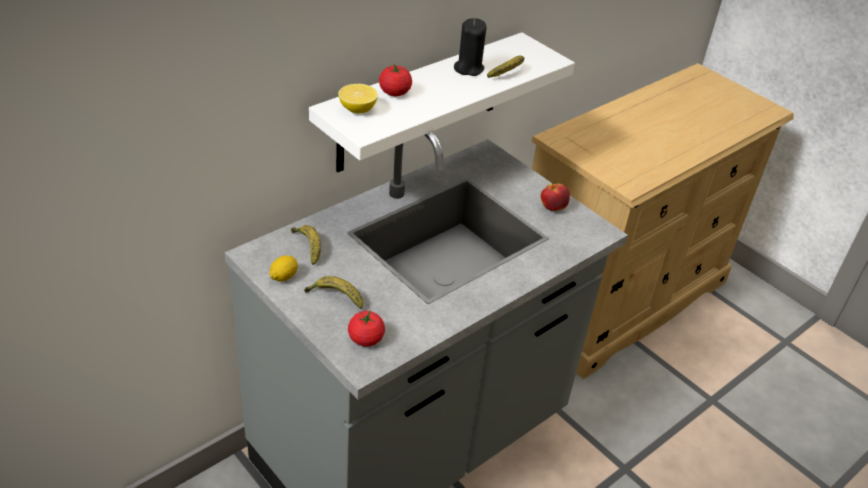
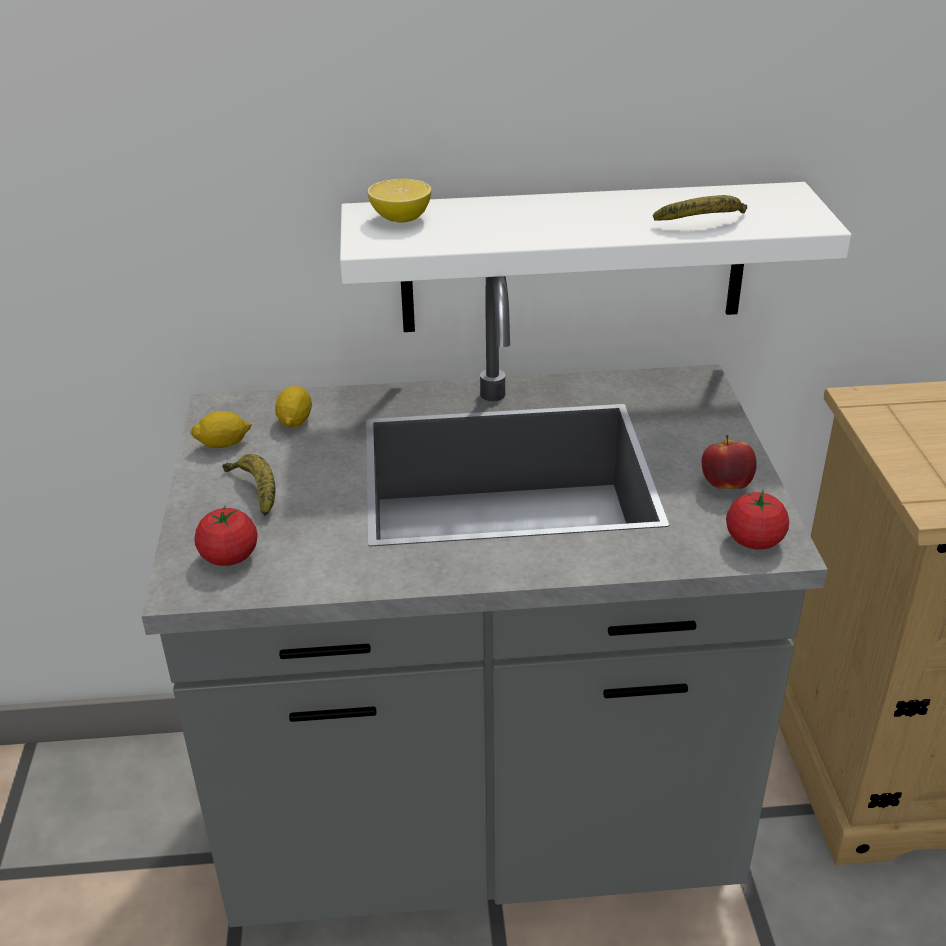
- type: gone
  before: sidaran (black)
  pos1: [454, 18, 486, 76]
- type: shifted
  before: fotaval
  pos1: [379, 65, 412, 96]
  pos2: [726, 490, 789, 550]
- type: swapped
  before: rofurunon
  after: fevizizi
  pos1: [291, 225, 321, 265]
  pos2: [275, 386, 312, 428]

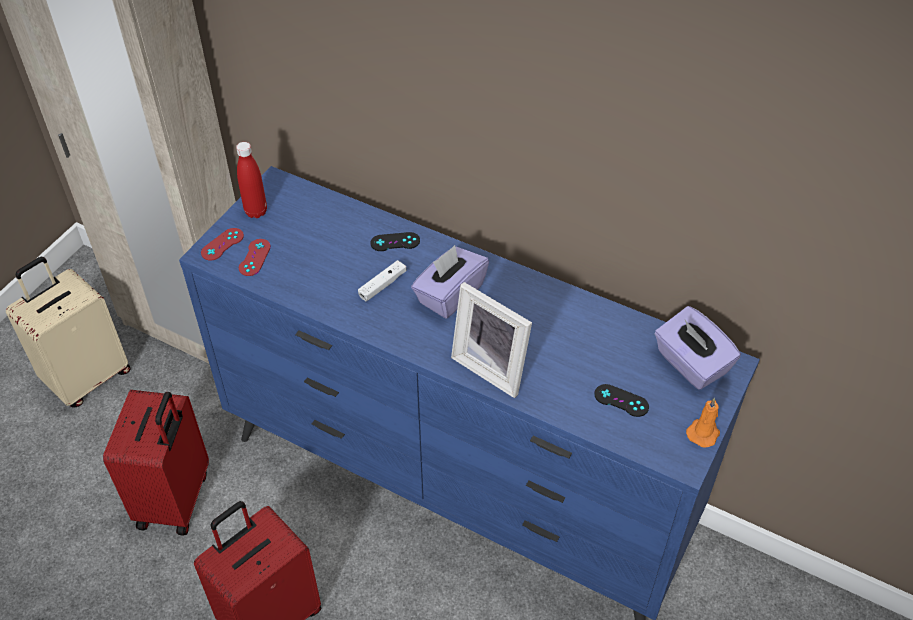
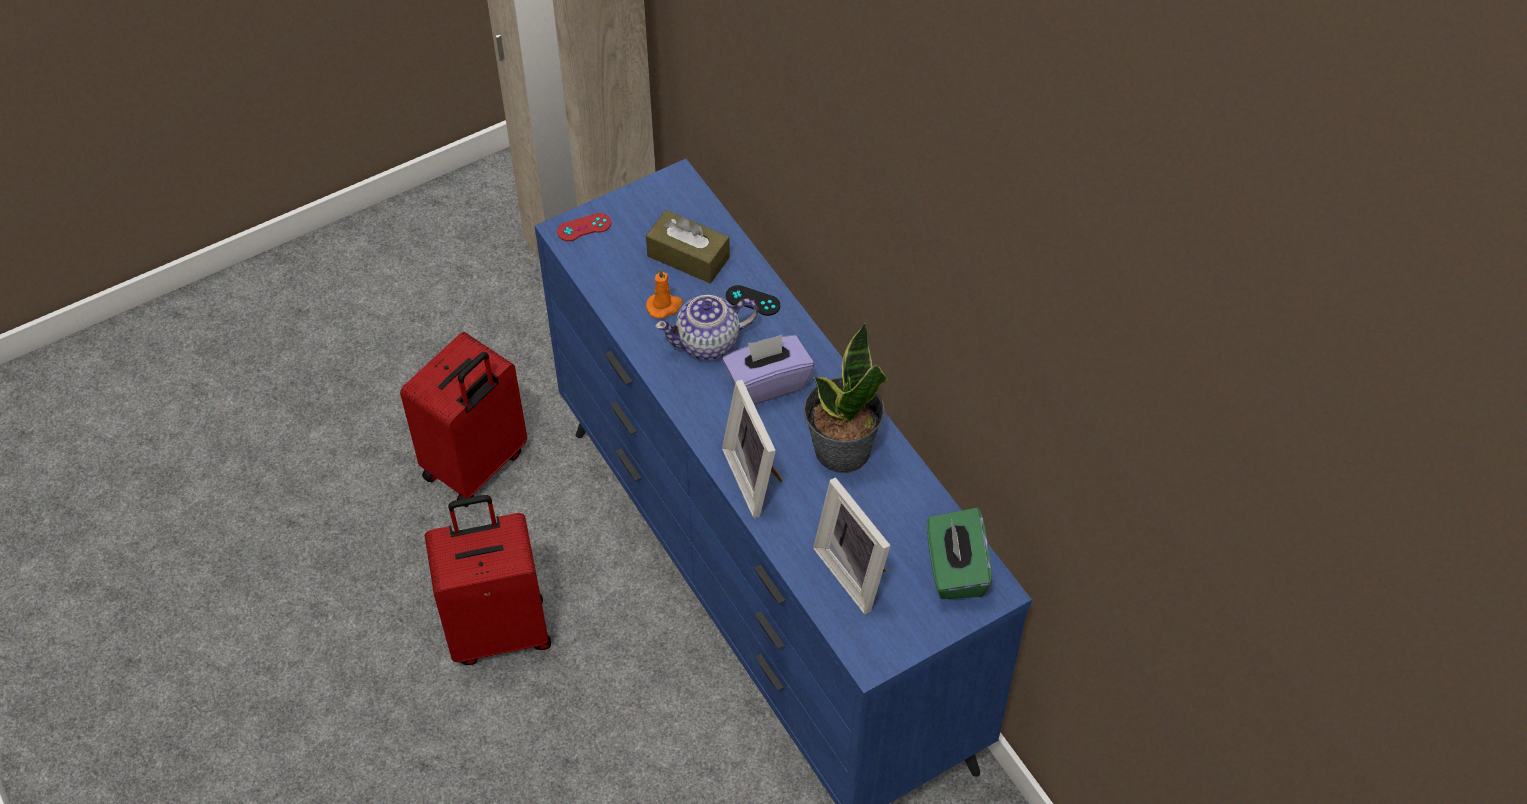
- type: gone
  before: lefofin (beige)
  pos1: [6, 257, 130, 408]
- type: gone
  before: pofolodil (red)
  pos1: [236, 142, 267, 218]
- type: gone
  before: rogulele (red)
  pos1: [239, 239, 271, 276]
- type: new
  after: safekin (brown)
  pos2: [646, 210, 730, 283]
- type: new
  after: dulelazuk
  pos2: [804, 322, 888, 473]
- type: shifted
  before: sidaran (orange)
  pos1: [686, 398, 720, 448]
  pos2: [646, 268, 683, 319]
- type: swapped
  before: rogulele (white)
  after: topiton
  pos1: [358, 260, 407, 302]
  pos2: [655, 295, 758, 360]
- type: swapped
  before: rogulele (black)
  after: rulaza
  pos1: [594, 384, 649, 417]
  pos2: [813, 477, 890, 615]
- type: repainted
  before: safekin (purple)
  after: safekin (green)
  pos1: [654, 306, 741, 390]
  pos2: [927, 508, 992, 599]

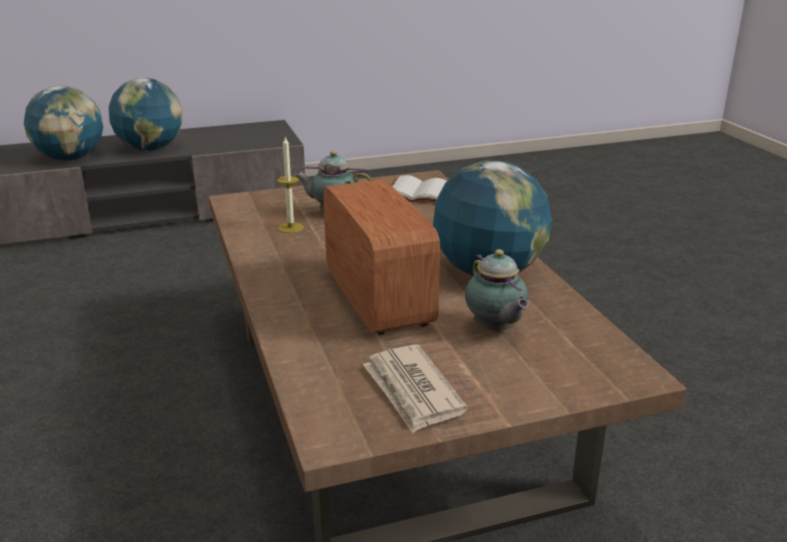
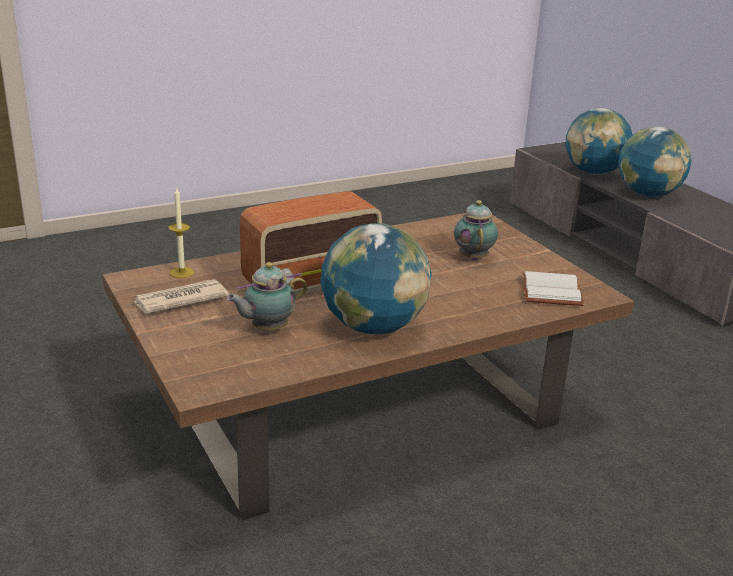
- type: shifted
  before: sidaran
  pos1: [277, 137, 304, 233]
  pos2: [168, 187, 194, 278]

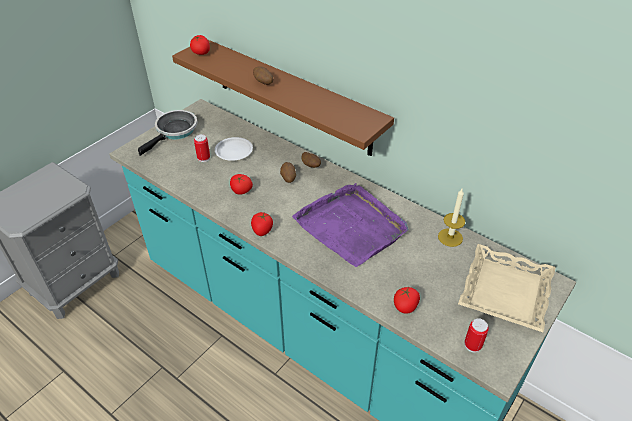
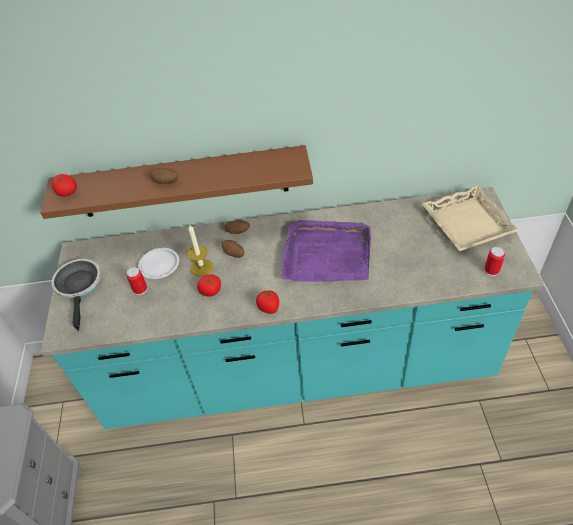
- type: gone
  before: fotaval
  pos1: [394, 287, 420, 314]
- type: shifted
  before: sidaran
  pos1: [438, 189, 465, 247]
  pos2: [188, 225, 213, 277]

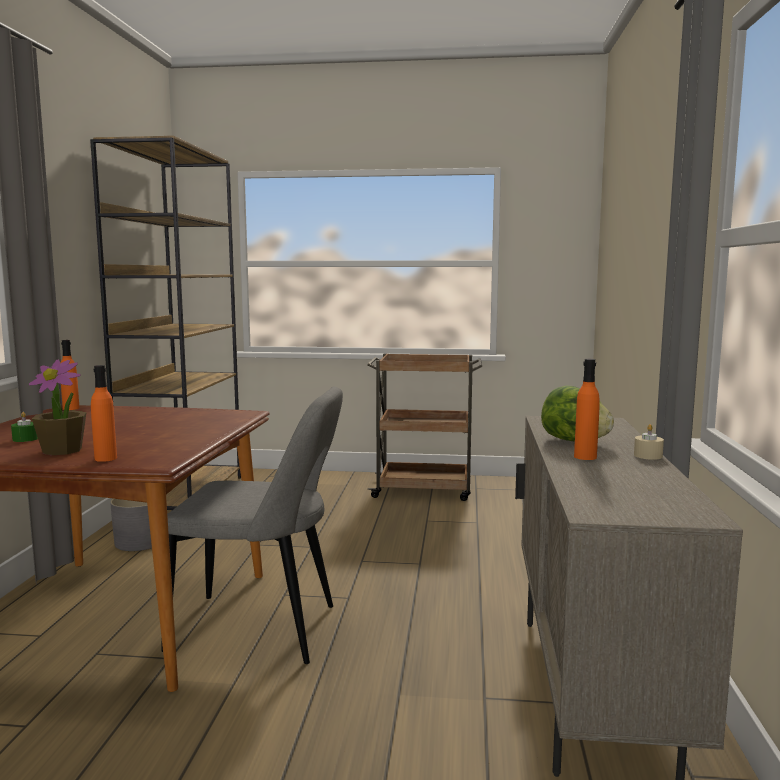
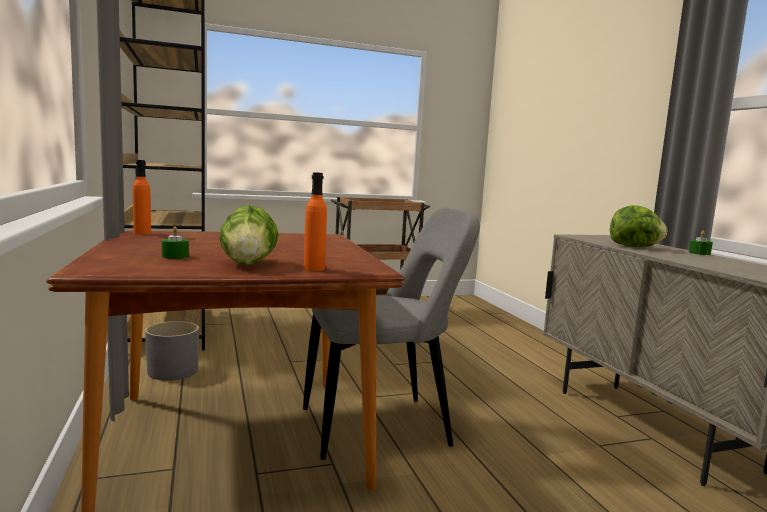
- type: gone
  before: pofolodil (orange)
  pos1: [574, 359, 600, 460]
- type: swapped
  before: dulelazuk
  after: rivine
  pos1: [29, 359, 87, 455]
  pos2: [219, 205, 279, 265]
- type: repainted
  before: sidaran (beige)
  after: sidaran (green)
  pos1: [634, 424, 664, 460]
  pos2: [689, 231, 713, 255]

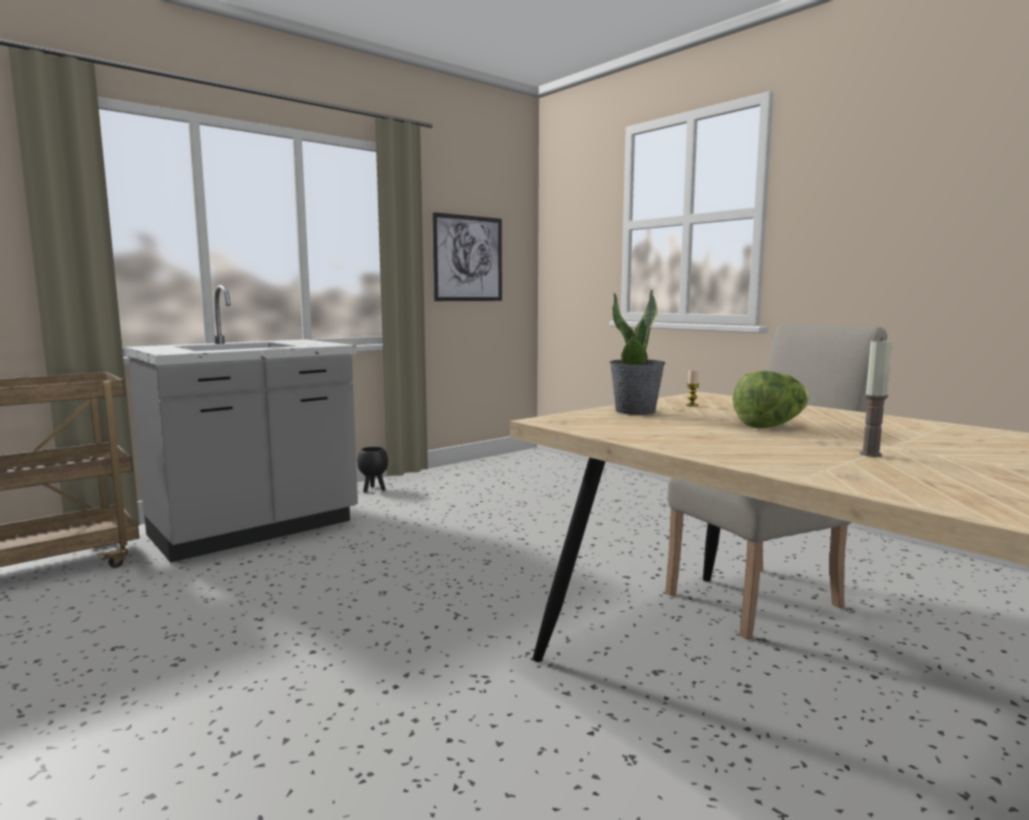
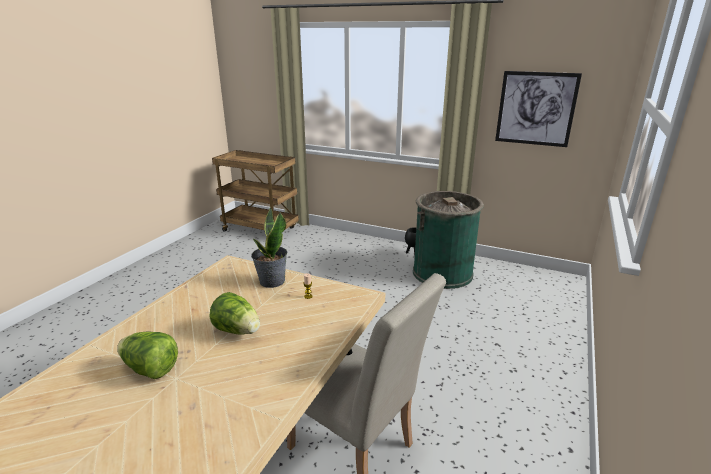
- type: gone
  before: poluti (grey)
  pos1: [125, 285, 358, 563]
- type: new
  after: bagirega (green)
  pos2: [413, 191, 484, 289]
- type: swapped
  before: sidaran
  after: rivine
  pos1: [860, 337, 892, 457]
  pos2: [117, 331, 178, 379]

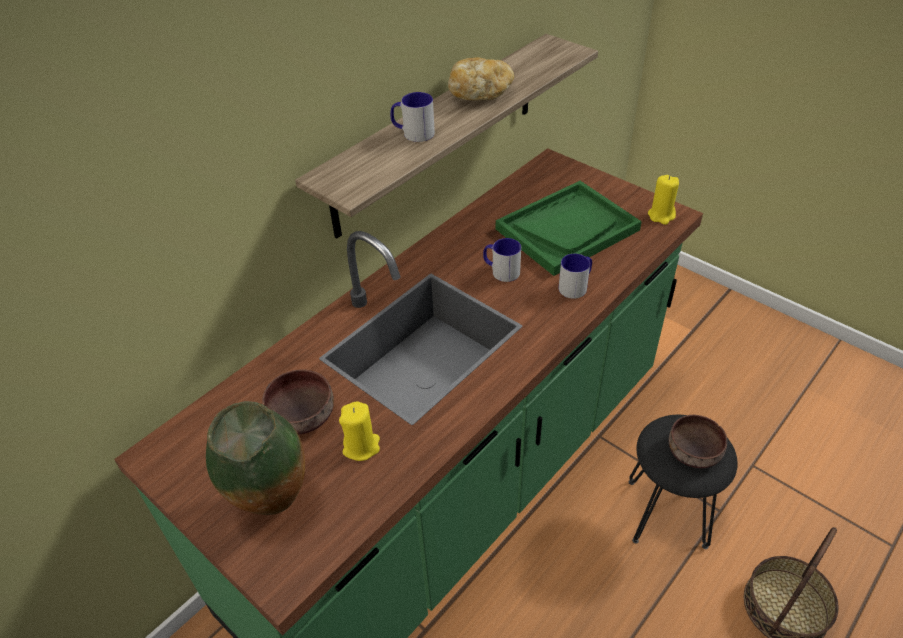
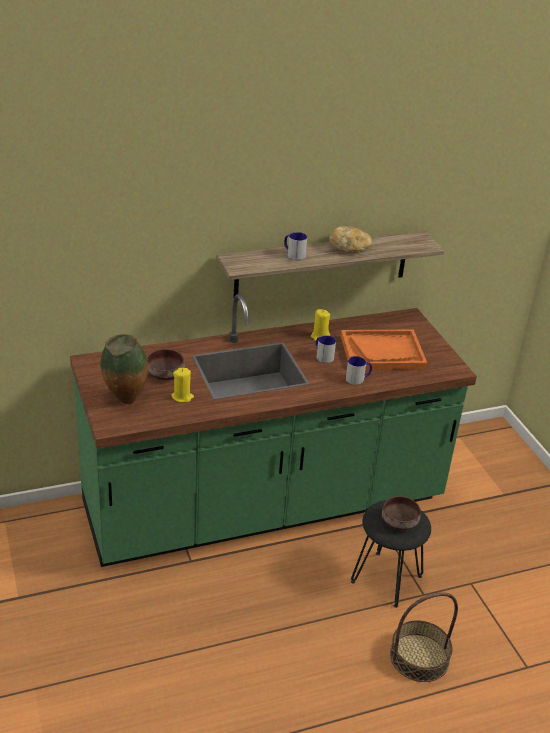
- type: shifted
  before: sidaran (yellow)
  pos1: [648, 175, 679, 225]
  pos2: [311, 309, 330, 341]
- type: repainted
  before: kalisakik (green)
  after: kalisakik (orange)
  pos1: [496, 181, 642, 276]
  pos2: [341, 330, 427, 370]

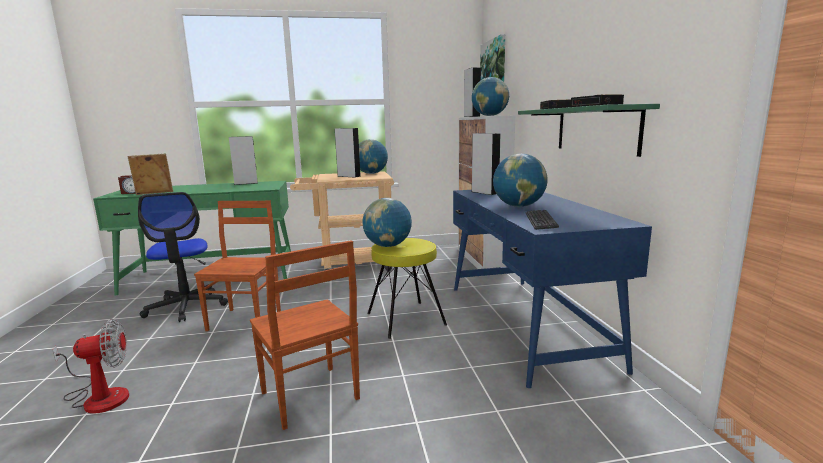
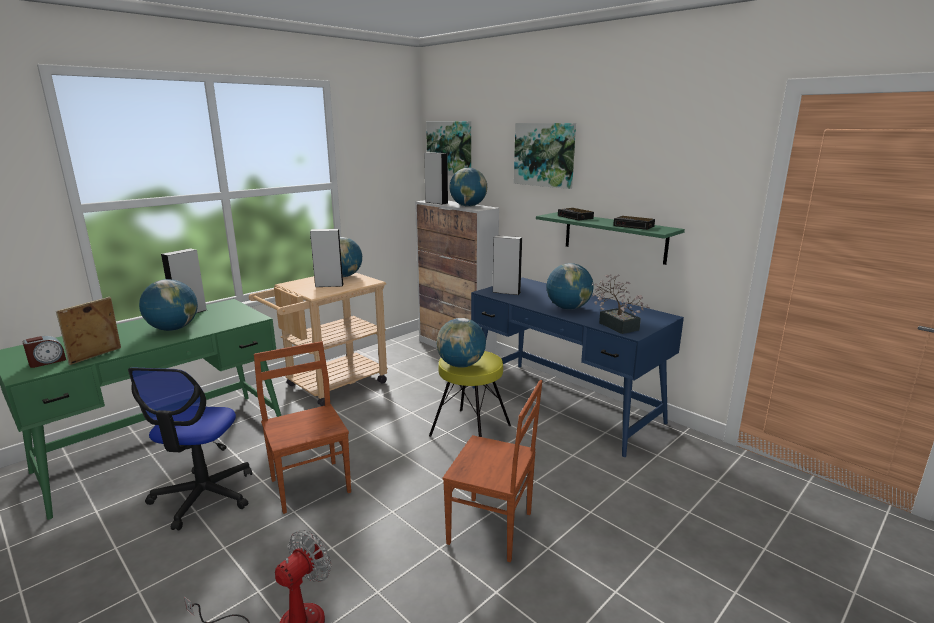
- type: new
  after: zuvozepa
  pos2: [139, 279, 198, 331]
- type: new
  after: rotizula
  pos2: [514, 123, 576, 189]
- type: swapped
  before: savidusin
  after: dulelazuk
  pos1: [526, 210, 559, 230]
  pos2: [591, 274, 649, 334]
- type: rotated
  before: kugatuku
  pos1: [138, 192, 228, 322]
  pos2: [128, 368, 252, 530]
  turn: 60

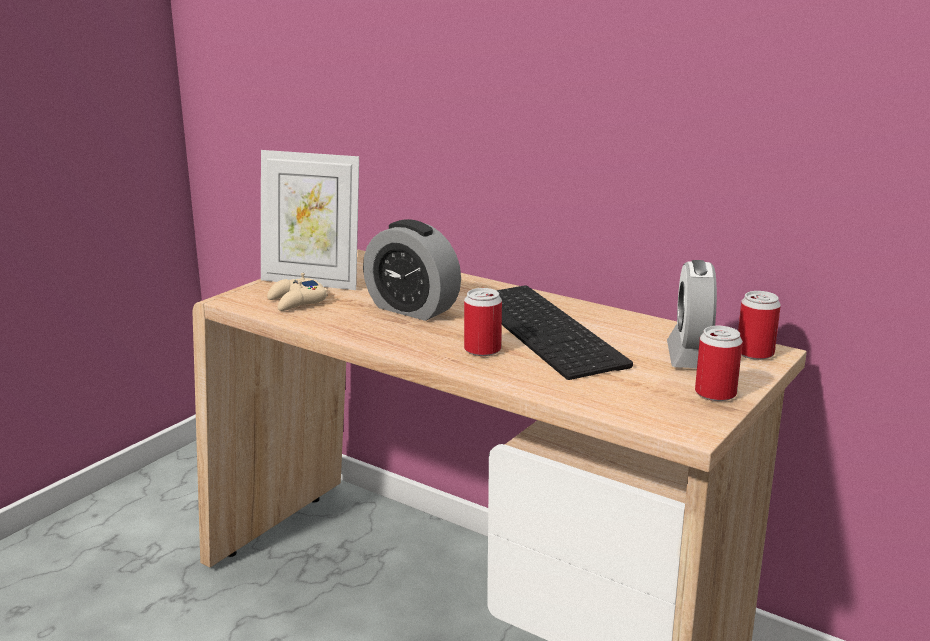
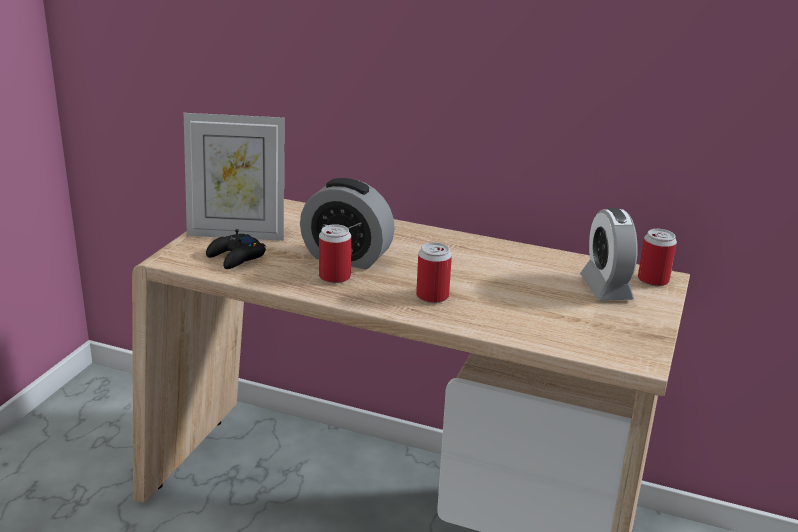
- type: gone
  before: savidusin
  pos1: [496, 285, 633, 380]
- type: shifted
  before: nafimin
  pos1: [695, 326, 743, 401]
  pos2: [319, 224, 351, 283]
- type: repainted
  before: rogulele (beige)
  after: rogulele (black)
  pos1: [267, 273, 328, 311]
  pos2: [206, 229, 266, 269]

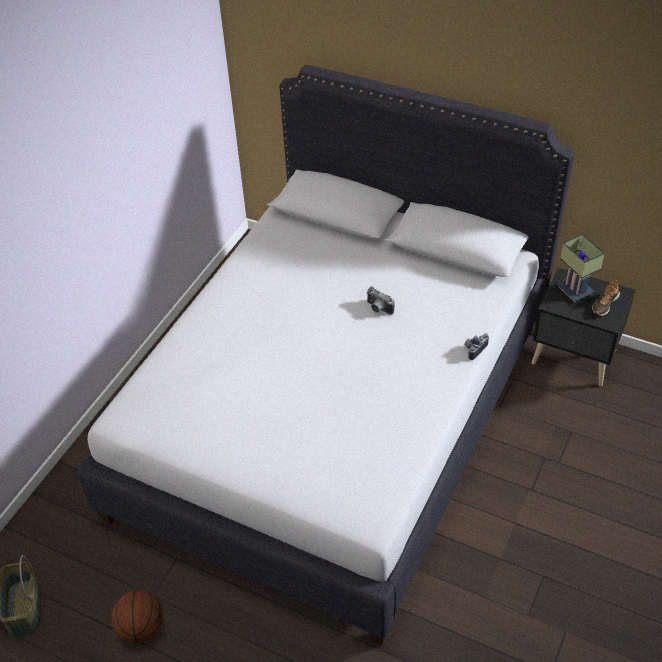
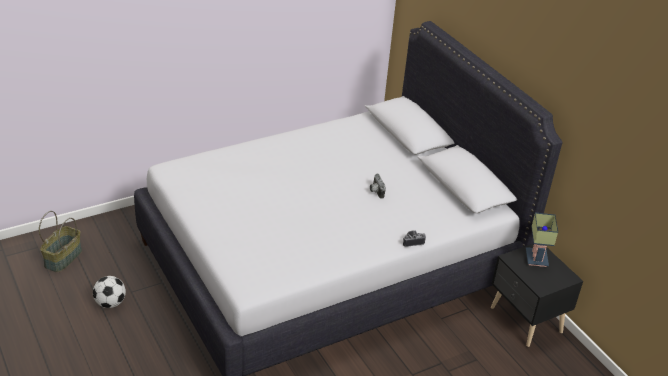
- type: gone
  before: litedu
  pos1: [592, 280, 620, 316]
- type: swapped
  before: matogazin
  after: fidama
  pos1: [112, 590, 163, 643]
  pos2: [93, 276, 126, 308]

